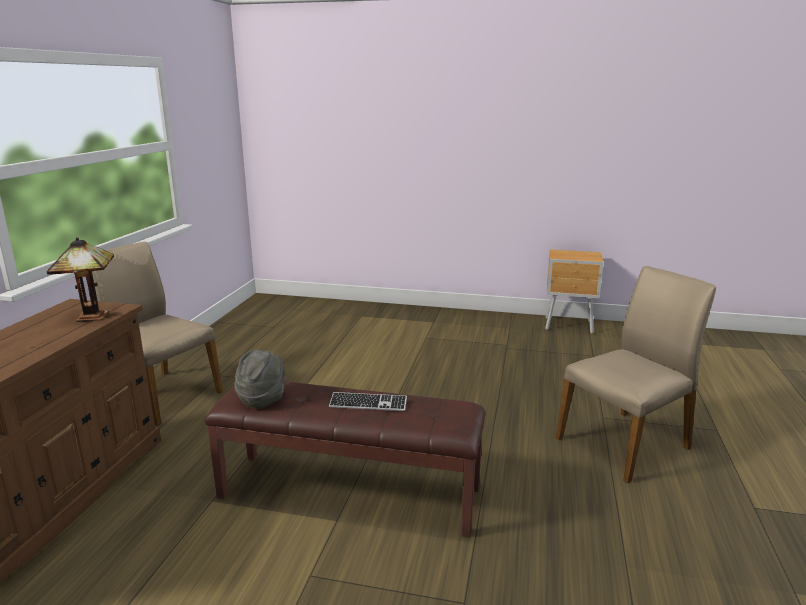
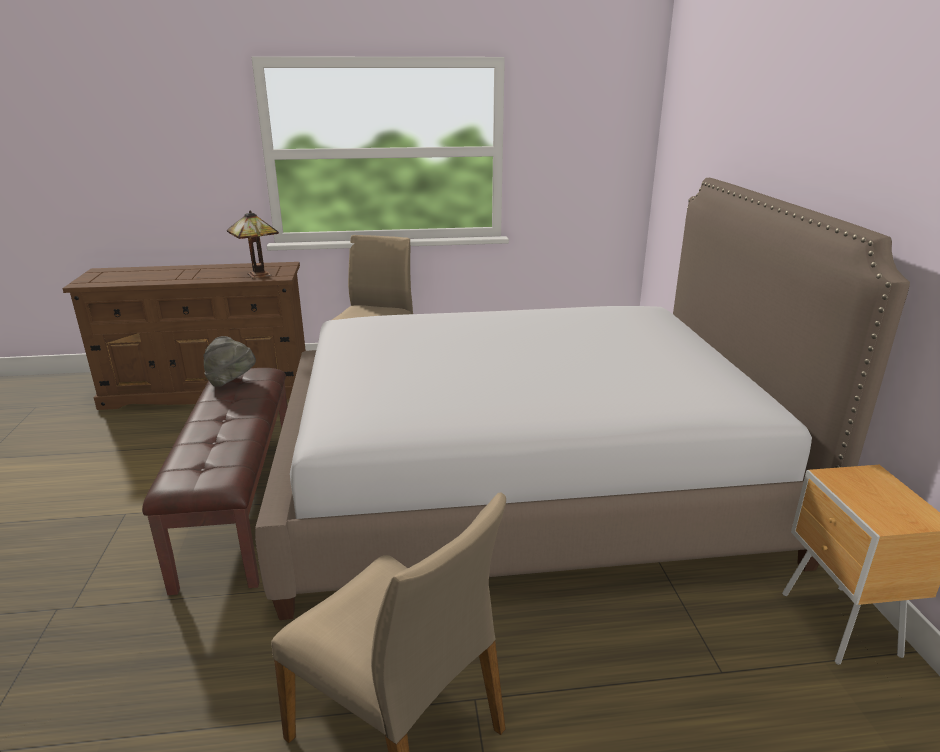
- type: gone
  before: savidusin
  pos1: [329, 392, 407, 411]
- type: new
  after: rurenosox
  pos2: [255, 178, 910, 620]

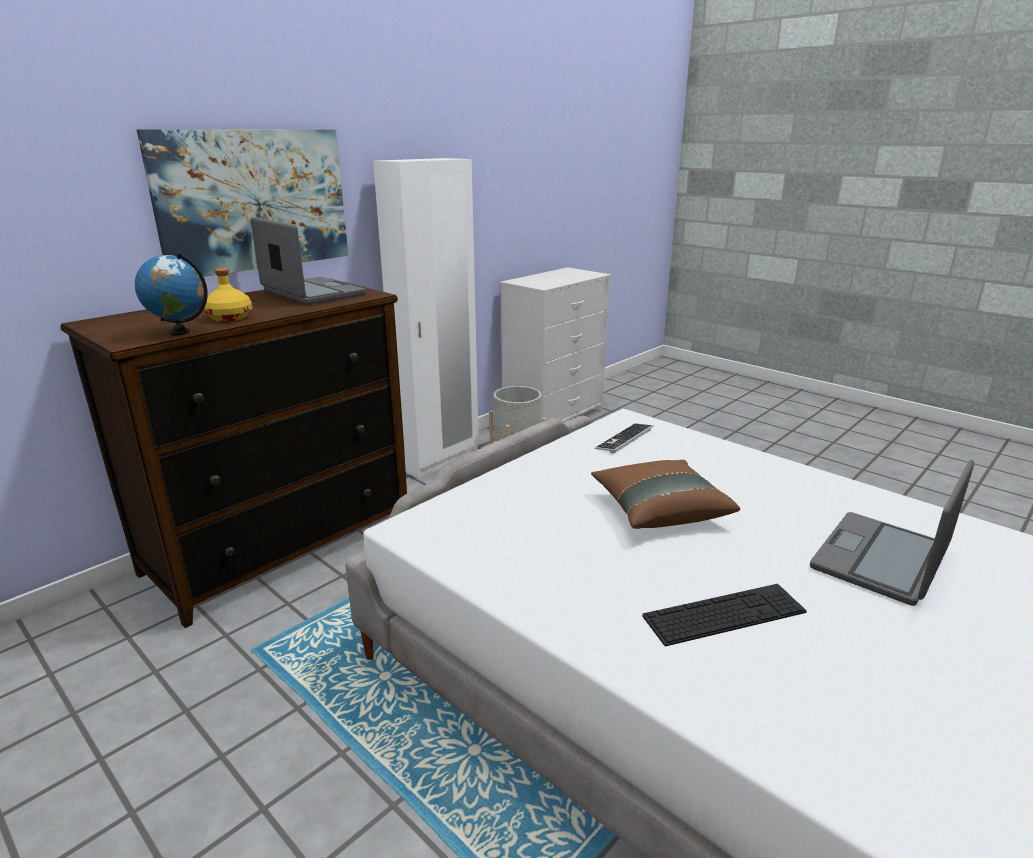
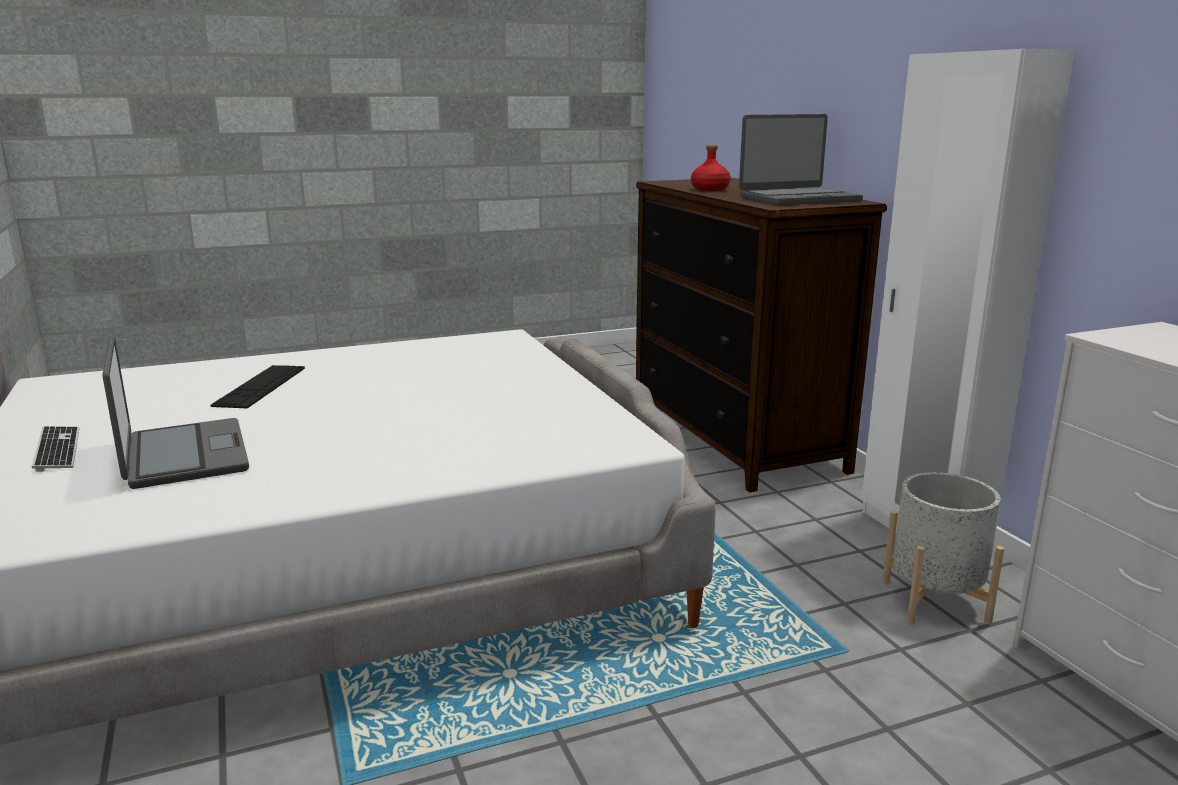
- type: gone
  before: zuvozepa
  pos1: [135, 253, 208, 336]
- type: gone
  before: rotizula
  pos1: [136, 129, 348, 277]
- type: gone
  before: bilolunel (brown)
  pos1: [591, 460, 740, 529]
- type: shifted
  before: savidusin
  pos1: [595, 424, 653, 453]
  pos2: [32, 427, 80, 471]
- type: repainted
  before: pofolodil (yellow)
  after: pofolodil (red)
  pos1: [204, 268, 252, 322]
  pos2: [691, 145, 731, 191]

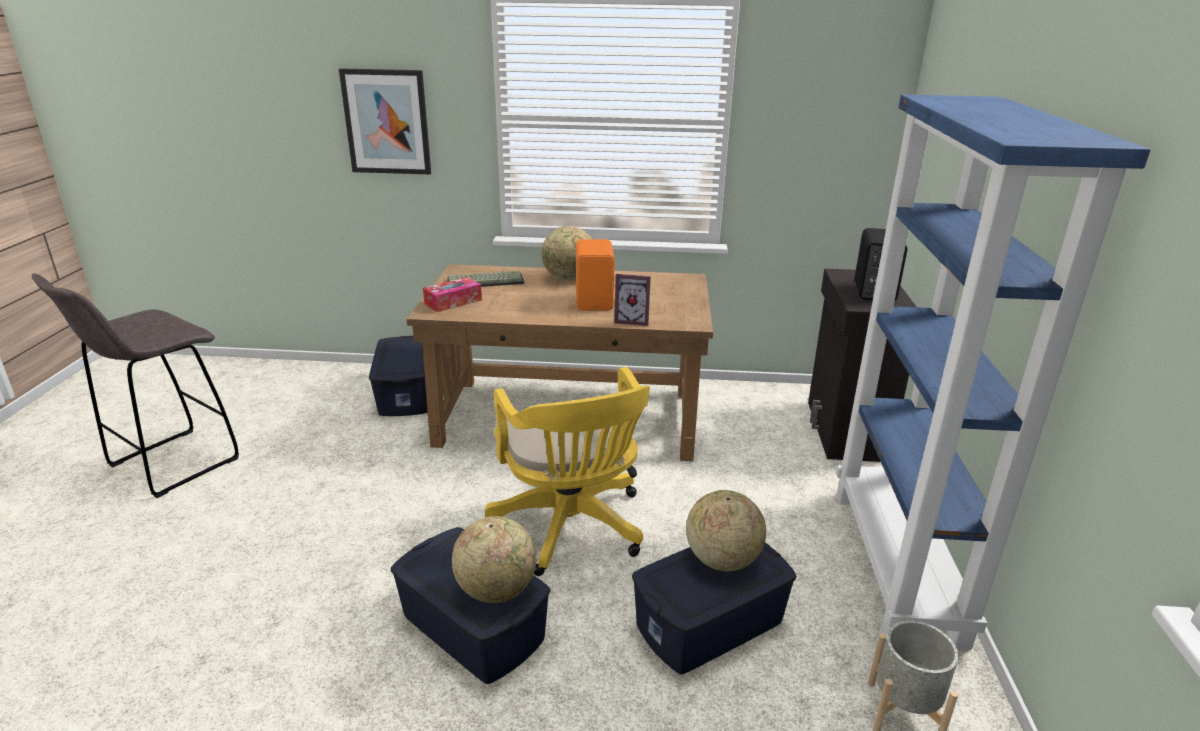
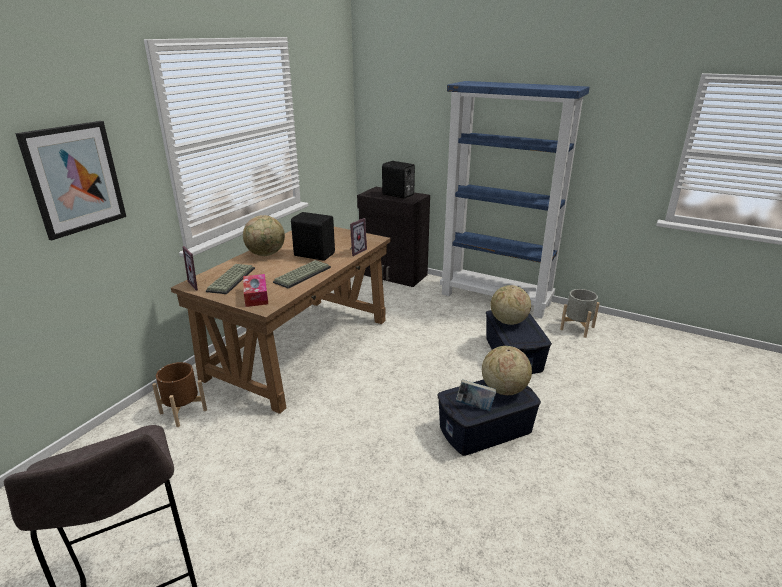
- type: gone
  before: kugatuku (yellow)
  pos1: [485, 367, 650, 576]
- type: new
  after: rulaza
  pos2: [182, 246, 203, 290]
- type: new
  after: savidusin
  pos2: [273, 260, 331, 289]
- type: new
  after: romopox
  pos2: [456, 379, 496, 411]
- type: swapped
  before: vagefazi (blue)
  after: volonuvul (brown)
  pos1: [369, 336, 428, 416]
  pos2: [152, 362, 207, 427]
- type: repainted
  before: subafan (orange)
  after: subafan (black)
  pos1: [576, 239, 615, 311]
  pos2: [291, 212, 335, 261]

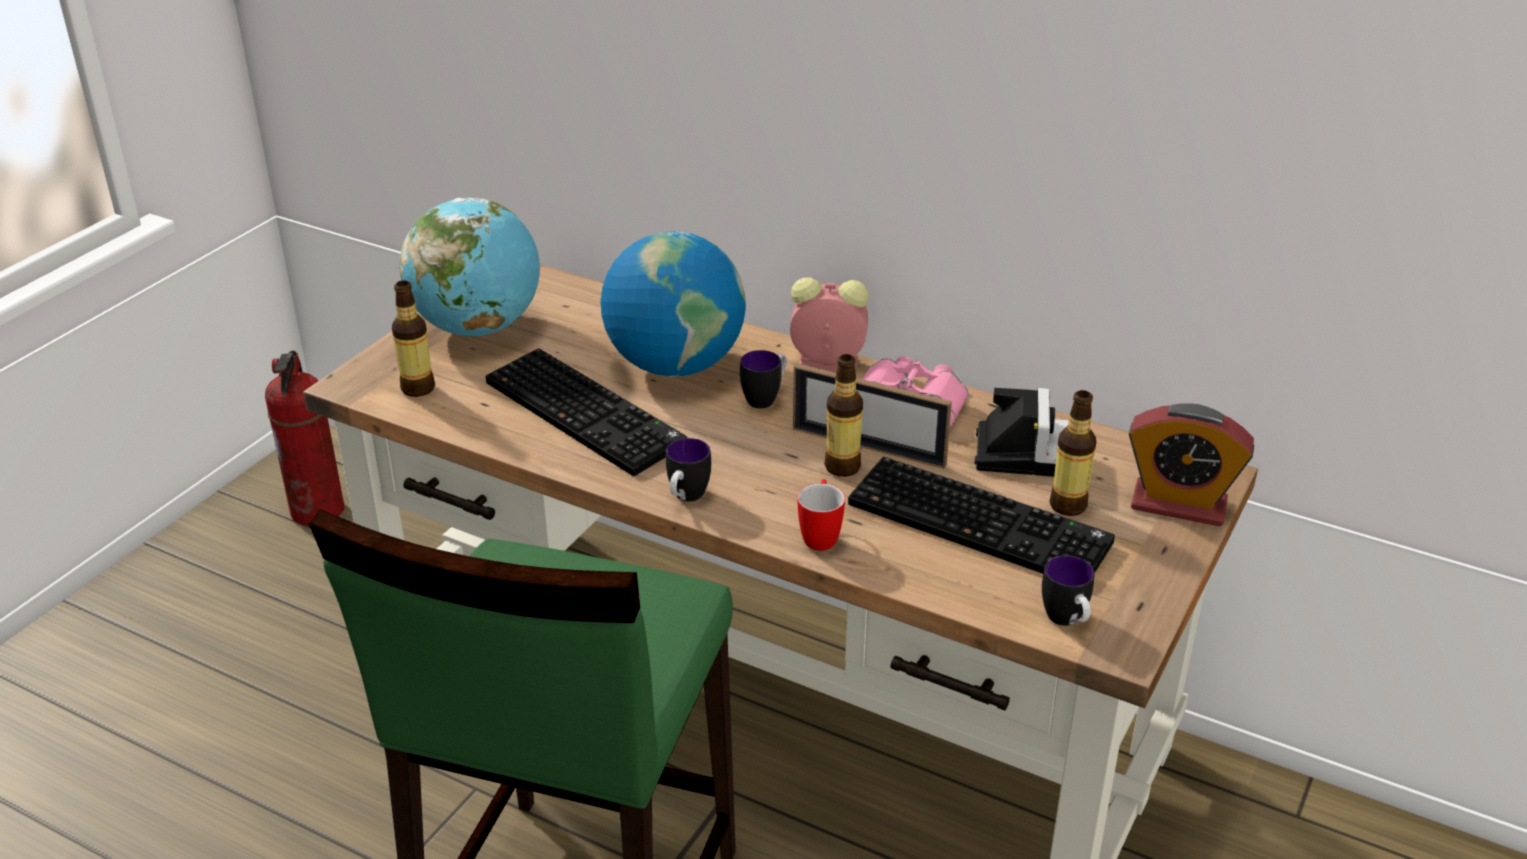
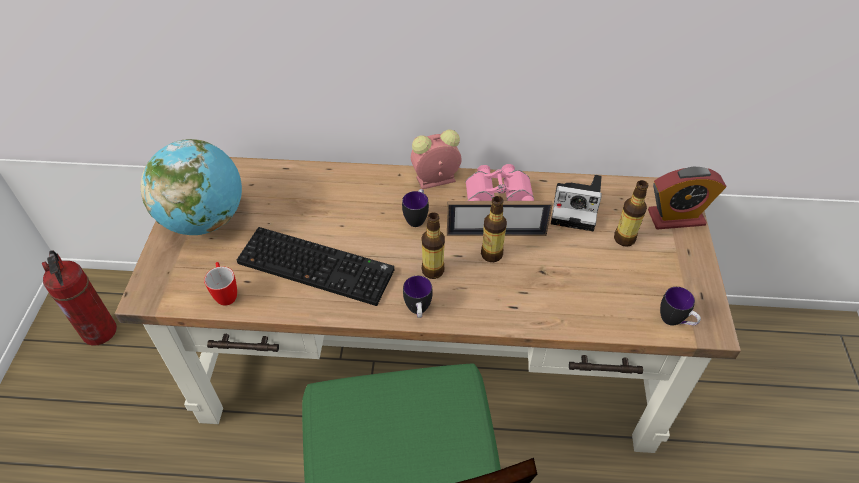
- type: gone
  before: zuvozepa
  pos1: [600, 231, 746, 377]
- type: gone
  before: savidusin
  pos1: [848, 457, 1115, 574]
- type: shifted
  before: pofolodil
  pos1: [392, 280, 435, 397]
  pos2: [422, 212, 445, 279]
- type: shifted
  before: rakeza
  pos1: [797, 479, 845, 551]
  pos2: [204, 262, 237, 306]
- type: rotated
  before: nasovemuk
  pos1: [975, 388, 1069, 477]
  pos2: [551, 175, 602, 231]
  turn: 120

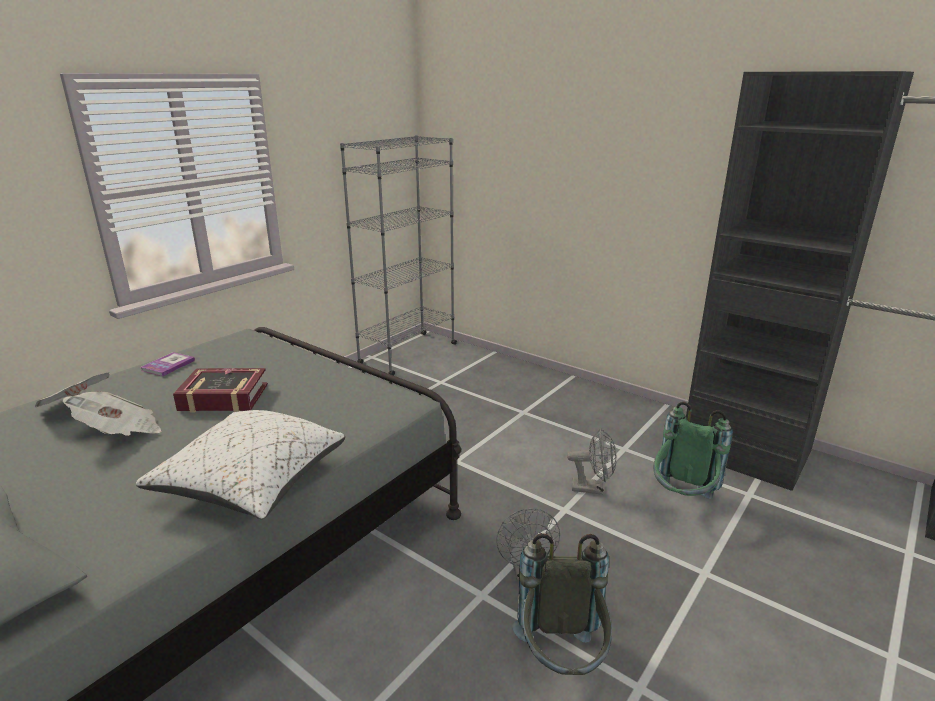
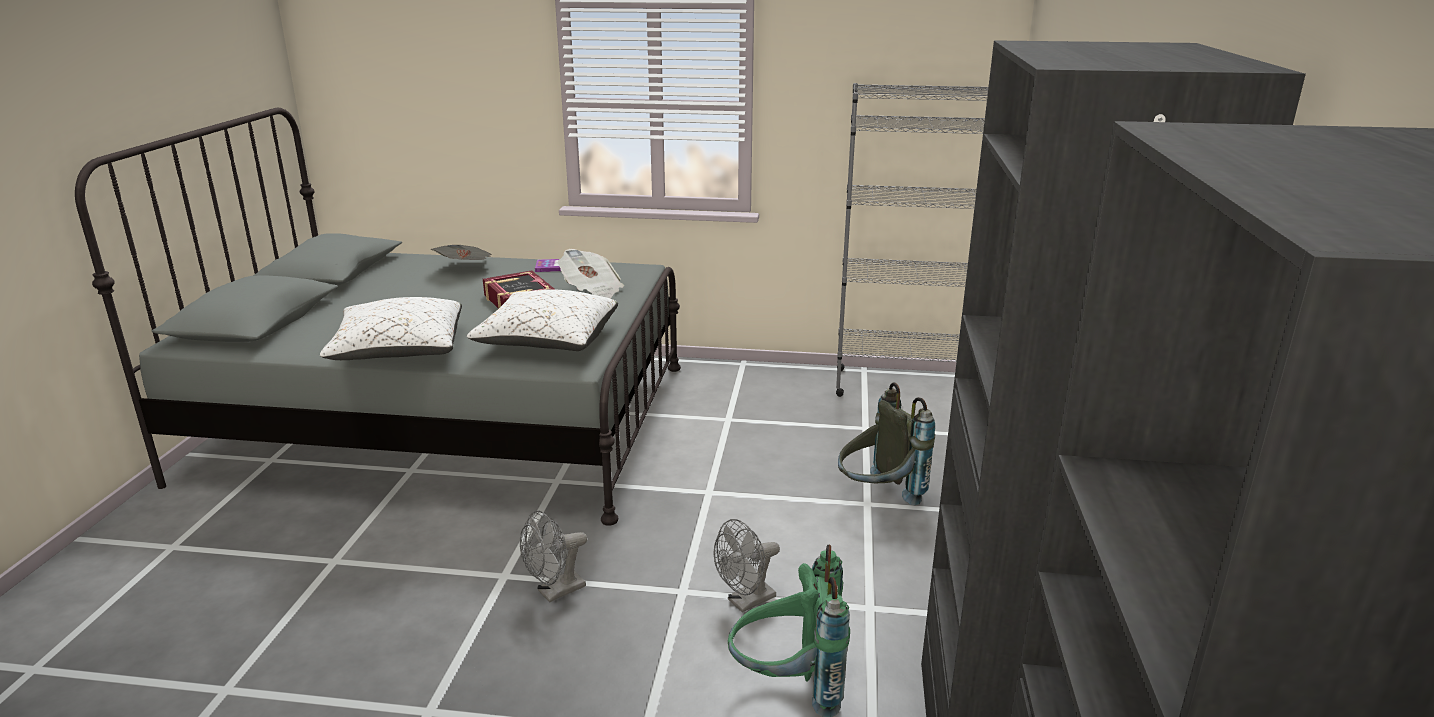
- type: new
  after: bilolunel (white)
  pos2: [467, 289, 618, 351]
- type: shifted
  before: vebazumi
  pos1: [63, 391, 162, 436]
  pos2: [558, 249, 624, 299]
- type: shifted
  before: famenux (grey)
  pos1: [513, 533, 612, 675]
  pos2: [838, 383, 935, 505]
- type: rotated
  before: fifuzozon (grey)
  pos1: [567, 428, 616, 495]
  pos2: [714, 519, 780, 612]
  turn: 75

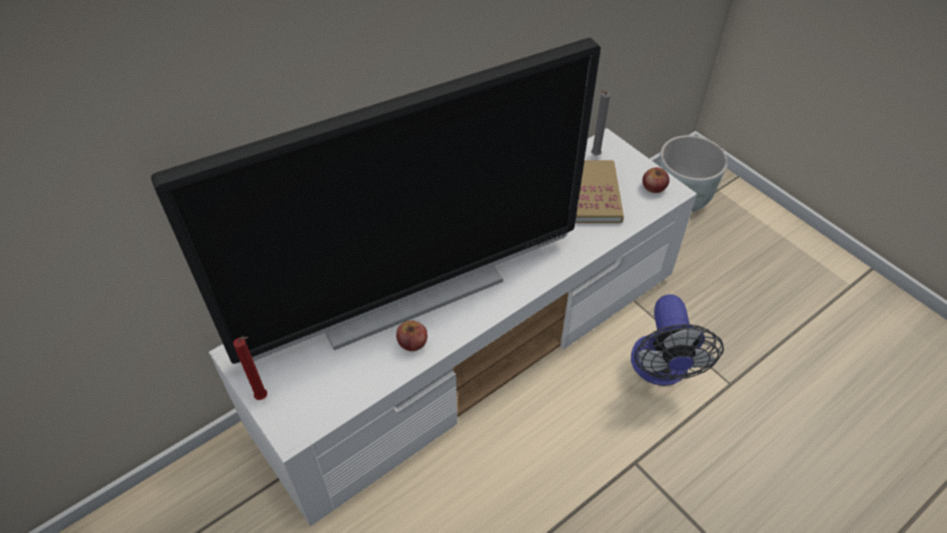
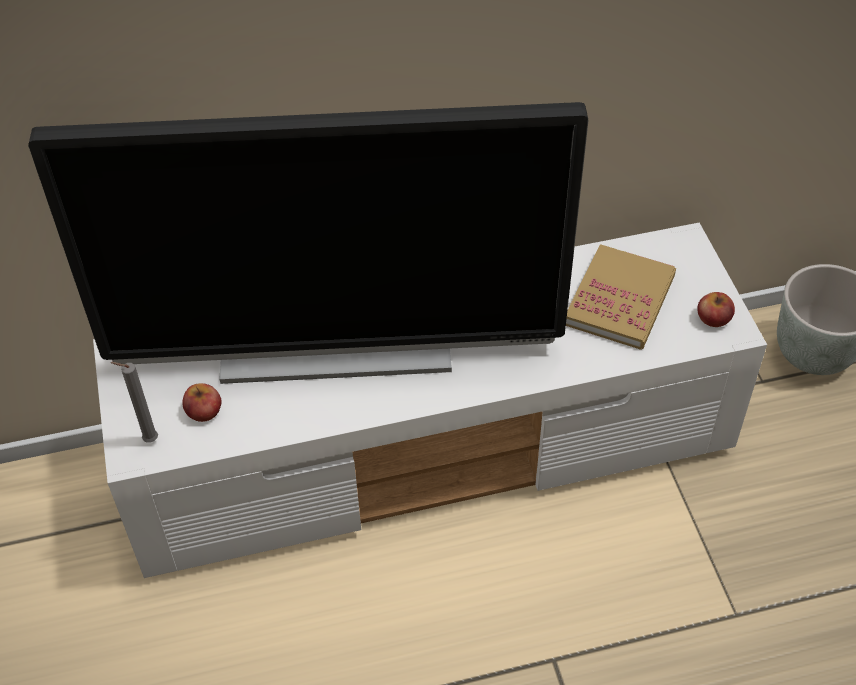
- type: gone
  before: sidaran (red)
  pos1: [233, 336, 267, 400]
- type: gone
  before: fifuzozon
  pos1: [631, 294, 724, 386]
- type: shifted
  before: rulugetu
  pos1: [396, 320, 427, 351]
  pos2: [182, 383, 222, 422]
- type: shifted
  before: sidaran (grey)
  pos1: [591, 90, 610, 156]
  pos2: [111, 362, 158, 443]

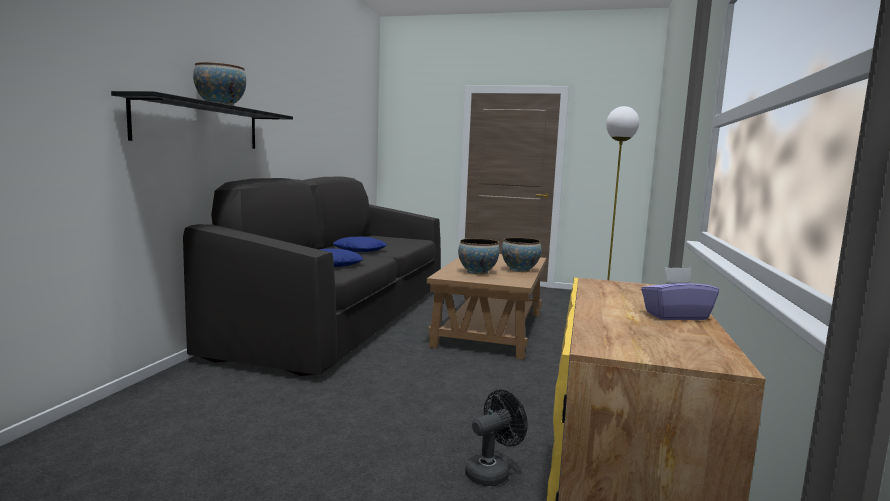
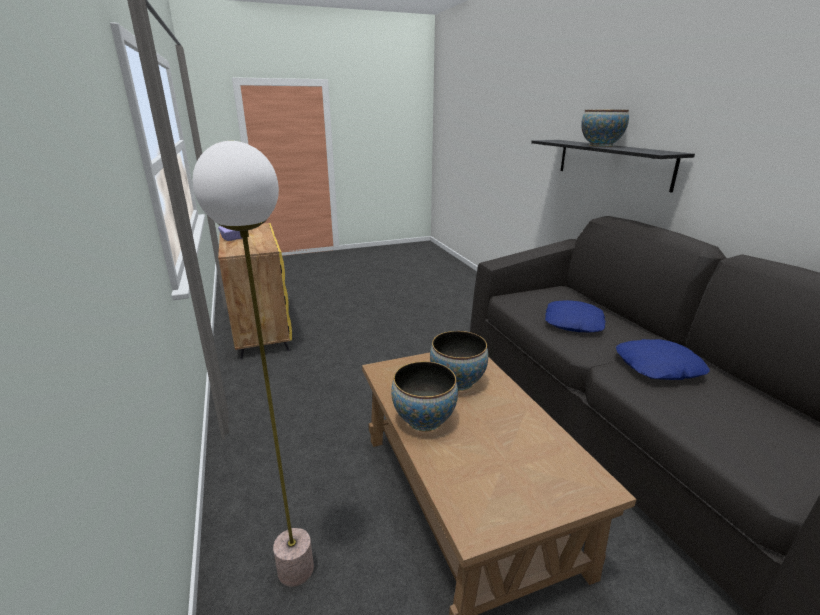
- type: gone
  before: fifuzozon (black)
  pos1: [465, 390, 528, 486]

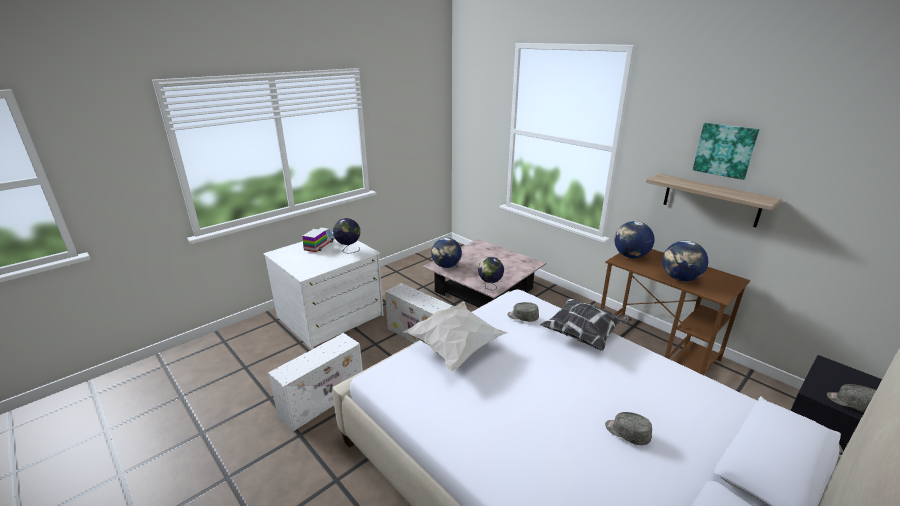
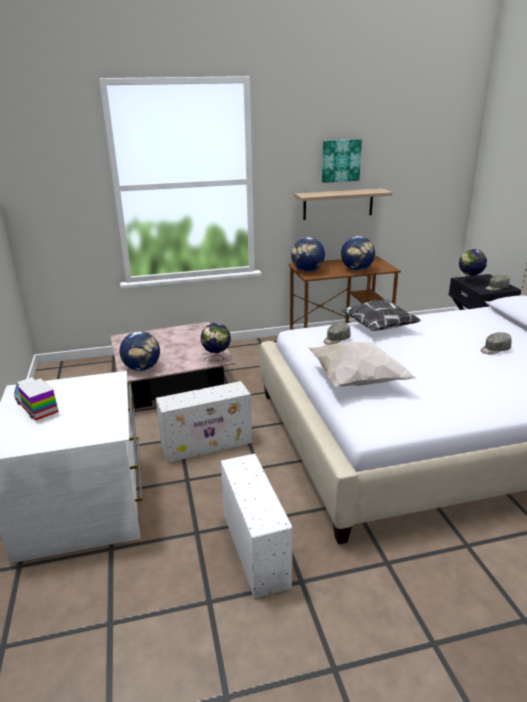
- type: shifted
  before: zuvozepa
  pos1: [333, 218, 360, 253]
  pos2: [459, 249, 487, 284]

